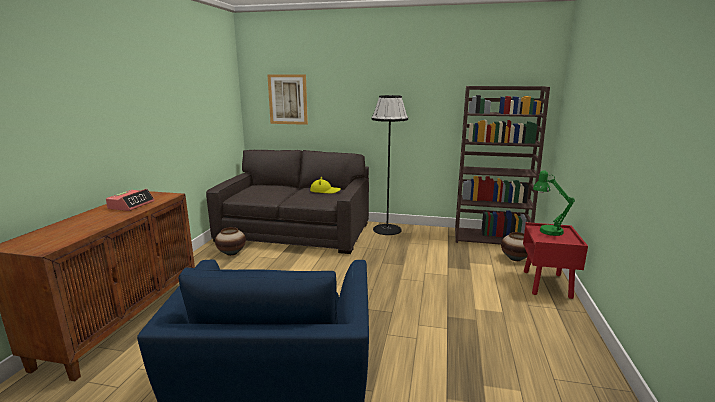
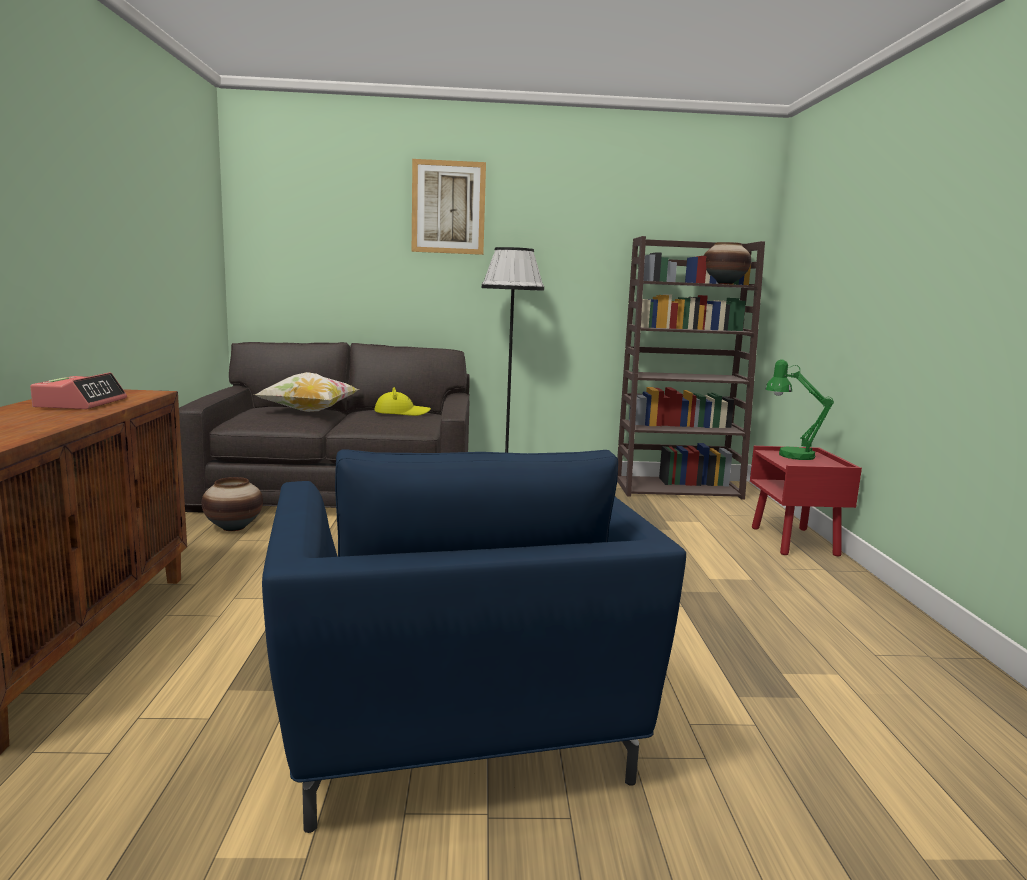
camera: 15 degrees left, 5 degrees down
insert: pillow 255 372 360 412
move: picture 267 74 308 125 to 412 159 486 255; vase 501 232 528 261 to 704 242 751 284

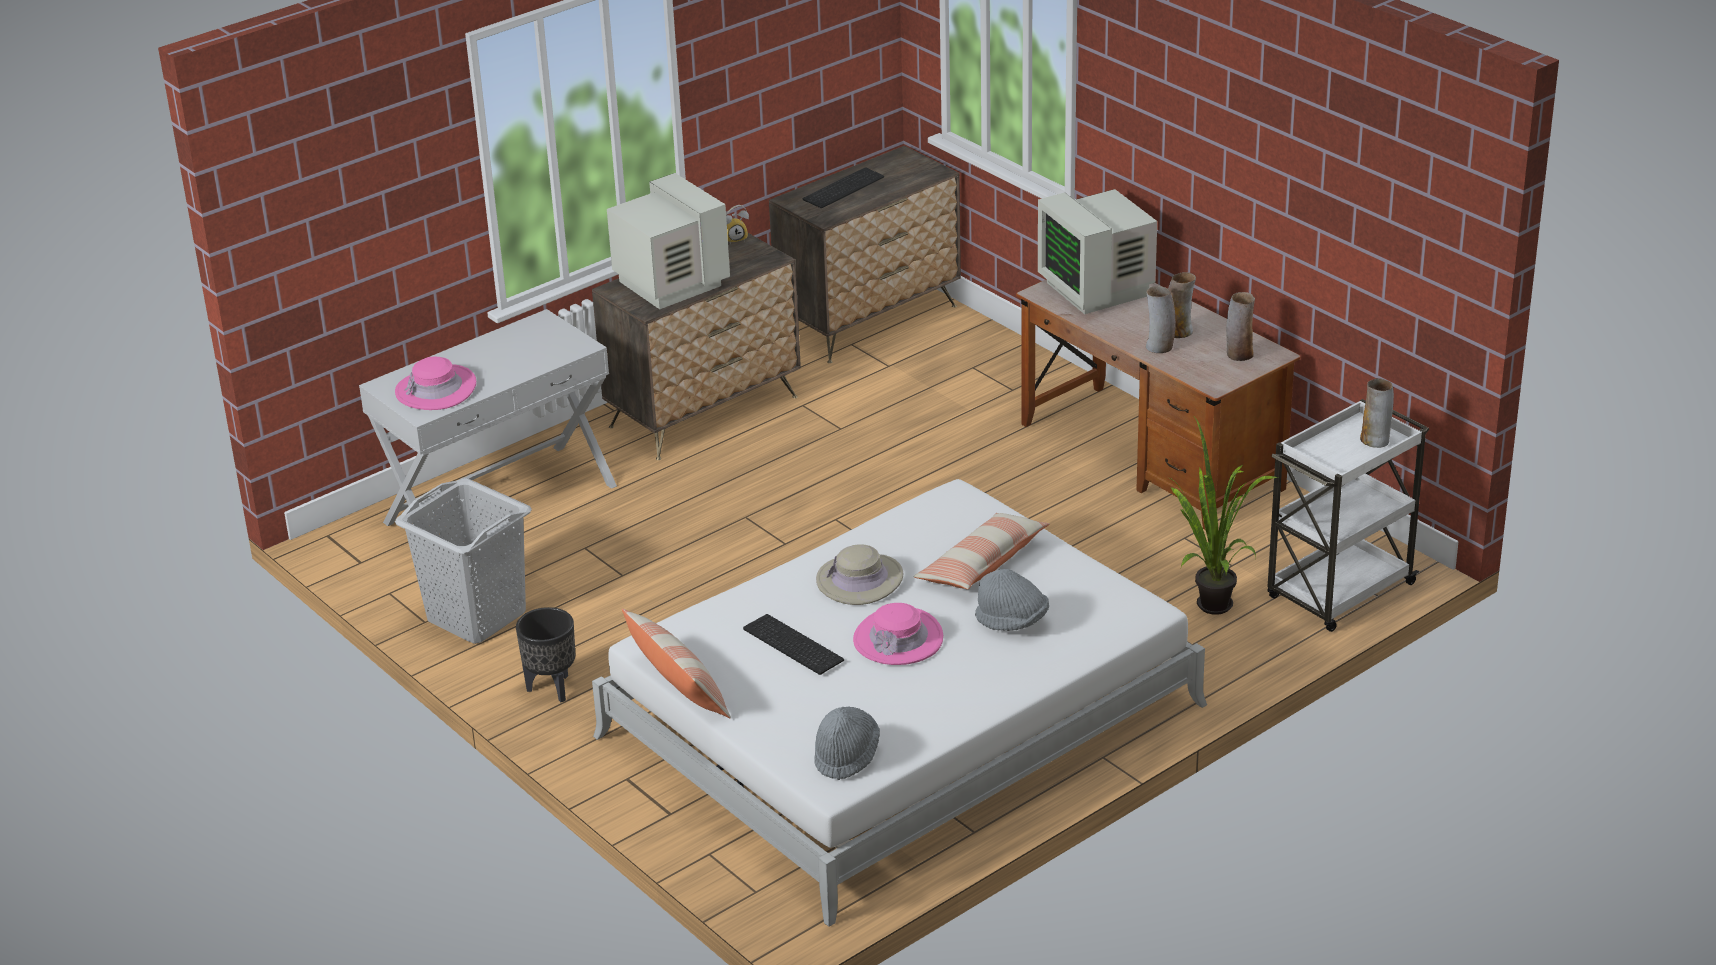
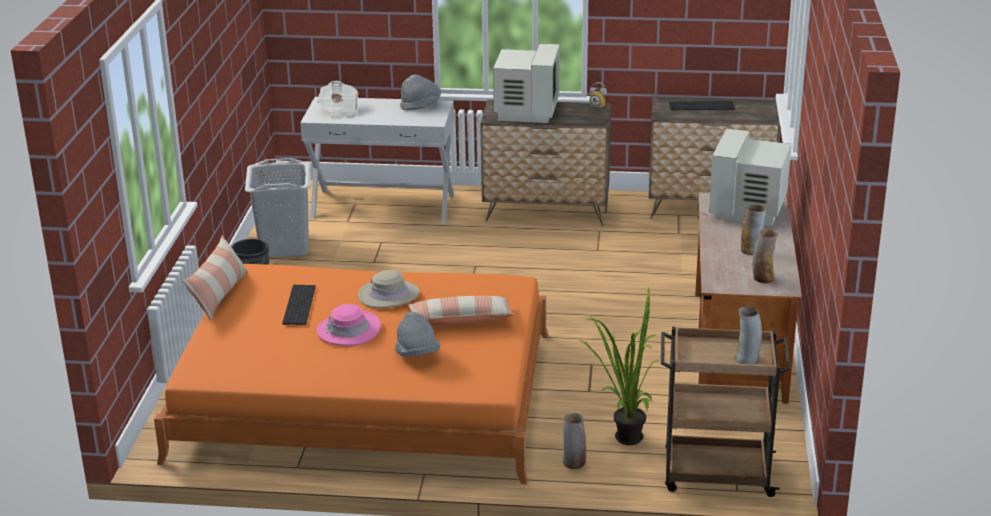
camera: 45 degrees right, 5 degrees down
move: grey hat 814 706 880 780 to 400 74 441 110; vase 1146 286 1176 353 to 563 413 586 469
replace: pink hat 395 356 476 410 to newspaper 318 81 358 120
recolor: white bed 592 479 1207 927 to orange bed 154 264 548 484; white cart 1267 399 1429 632 to brown cart 661 327 791 497

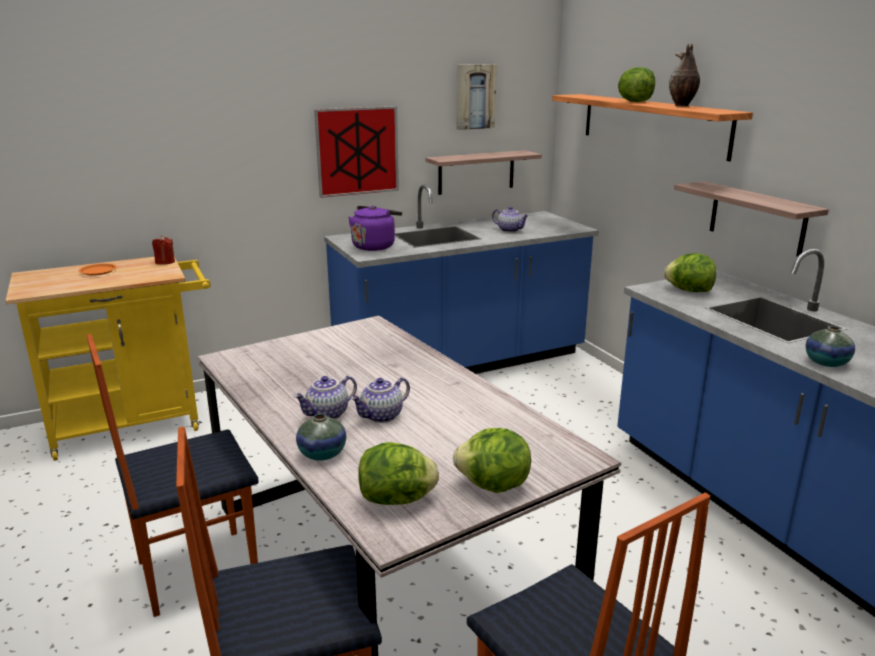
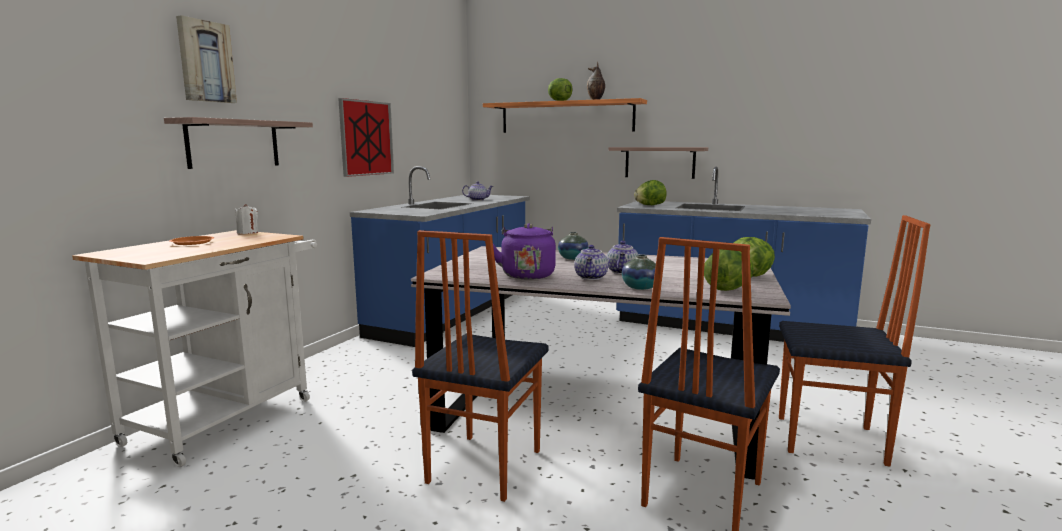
camera: 40 degrees left, 10 degrees down
move: shelf 426 150 542 195 to 164 117 313 169; picture 457 64 496 130 to 176 15 237 103; purple kettle 348 205 402 251 to 493 224 556 280; vase 806 326 855 367 to 558 232 589 260
recolor: yellow cart 5 256 211 461 to white cart 72 230 317 467; red candle 152 235 175 265 to white candle 235 204 258 234

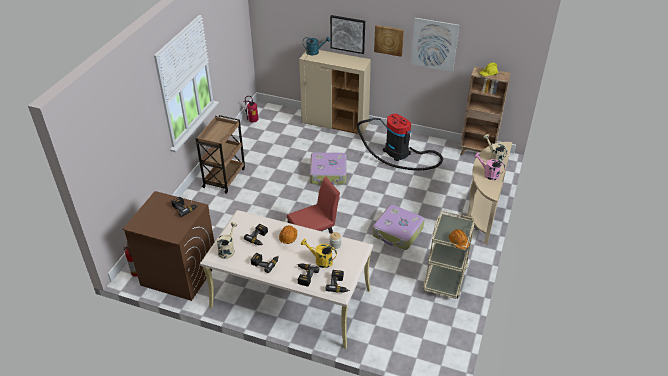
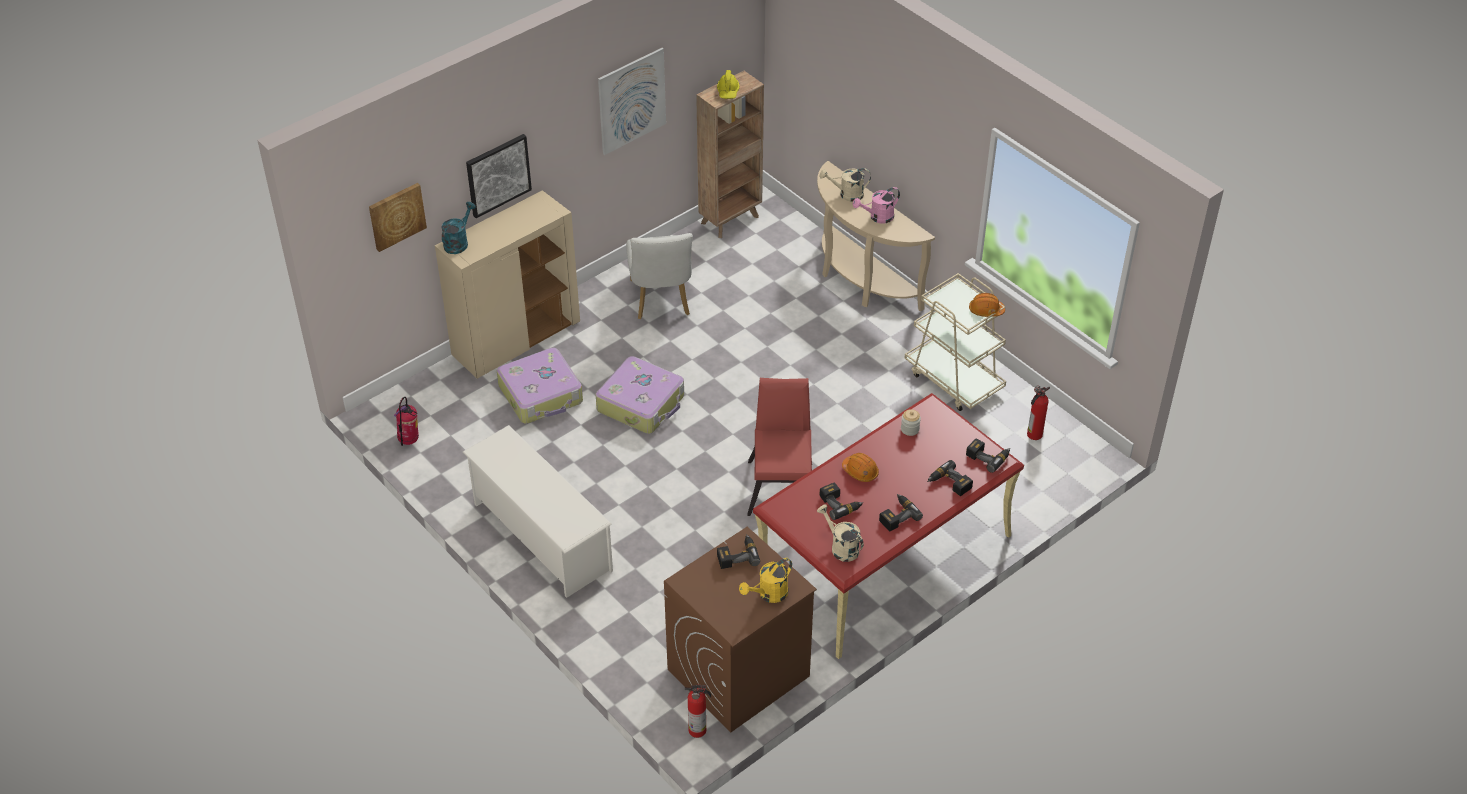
camera: 60 degrees left, 5 degrees up
insert: fire extinguisher 1027 385 1050 440
move: picture 374 25 404 57 to 369 183 427 252; suitcase 372 205 424 250 to 497 348 583 424; yellow watering can 301 239 337 268 to 739 558 792 603
replace: brown cart 196 115 245 194 to white shoe rack 463 425 613 598; vacuum cleaner 357 114 443 171 to white chair 626 233 693 319
recolor: beige desk 200 210 373 349 to red desk 753 393 1024 659

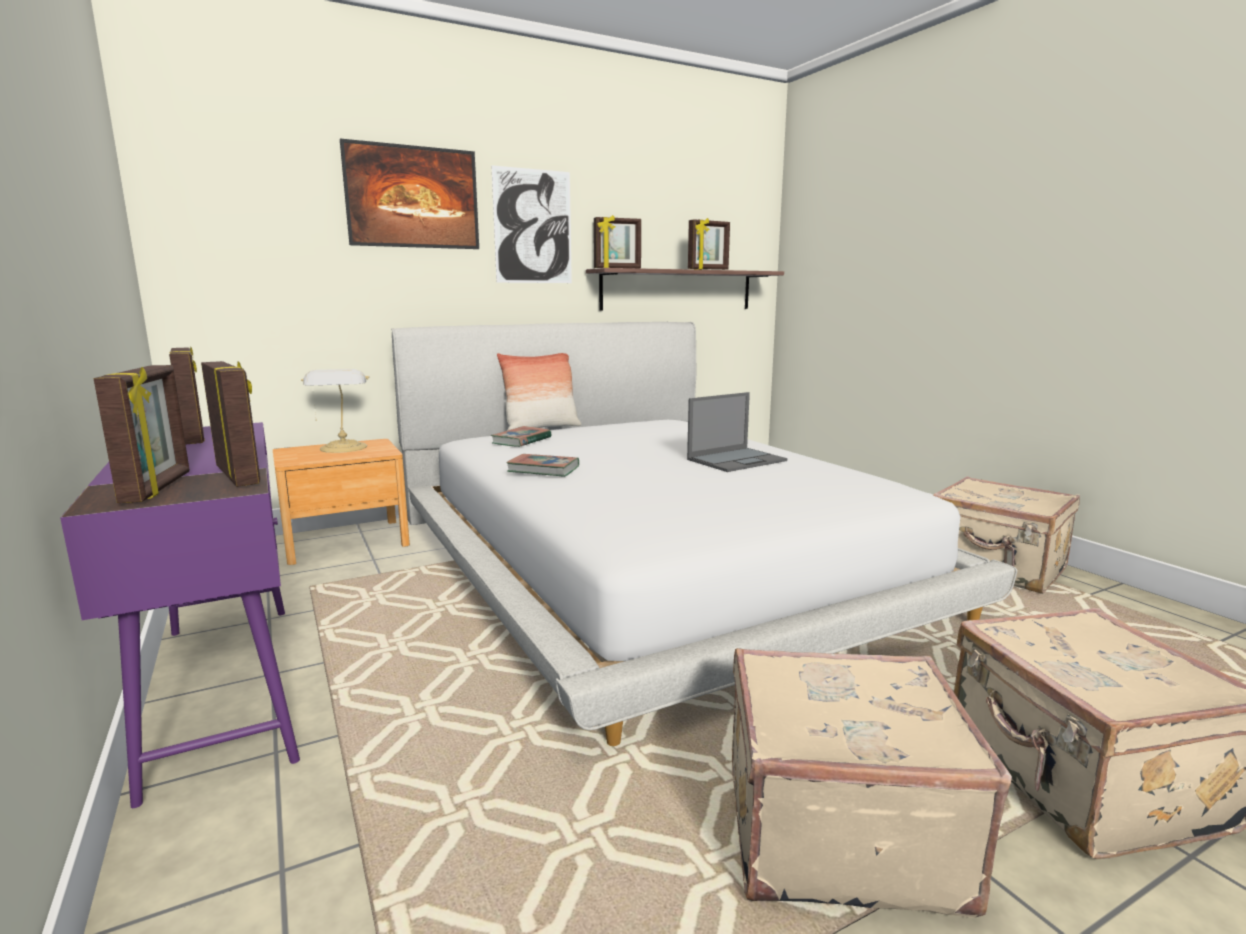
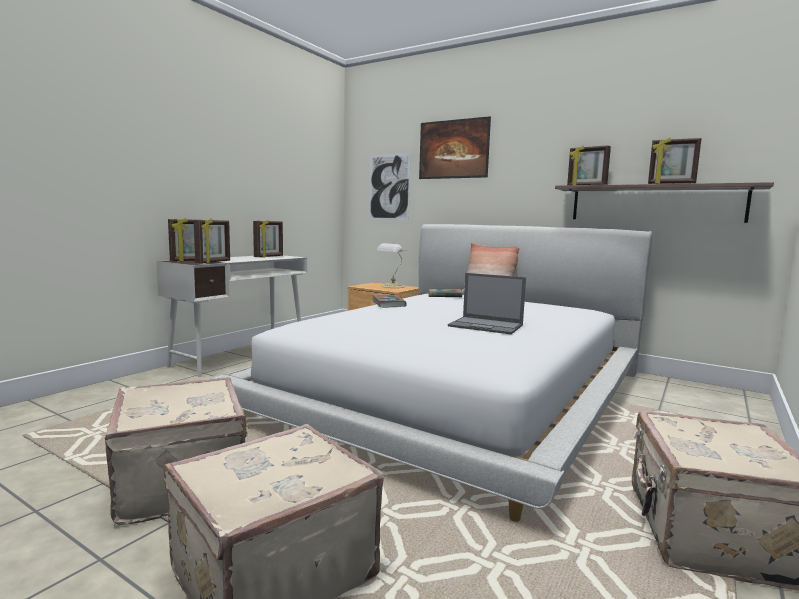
camera: 60 degrees right, 5 degrees down
move: picture 491 165 572 283 to 369 153 411 220
recolor: purple desk 60 422 300 808 to white desk 156 256 307 377

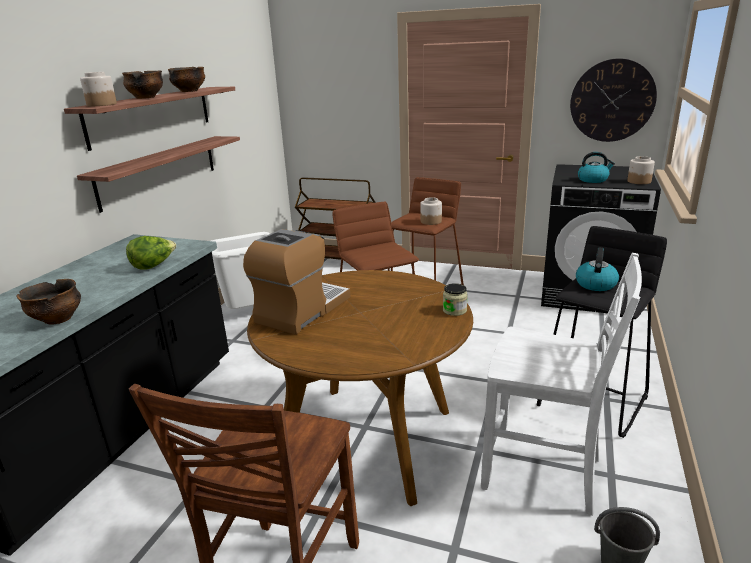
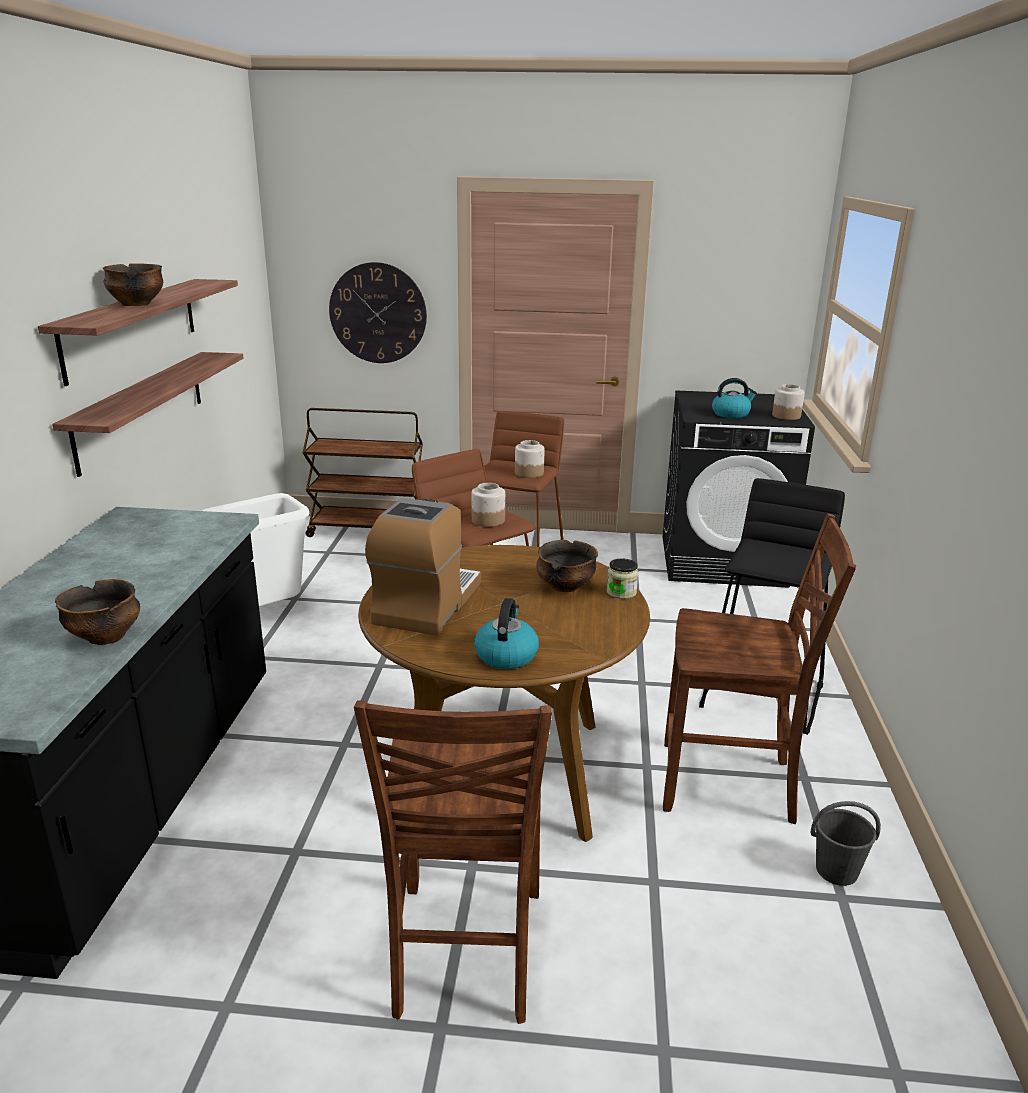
camera: 15 degrees left, 0 degrees up
delete: lettuce 126 236 176 270
move: wall clock 570 58 657 142 to 329 262 427 363; jar 80 72 117 106 to 472 483 505 527; kettle 576 247 619 291 to 474 598 539 669; bowl 168 67 205 92 to 536 540 598 592
recolor: white chair 481 253 642 516 to brown chair 663 514 856 824

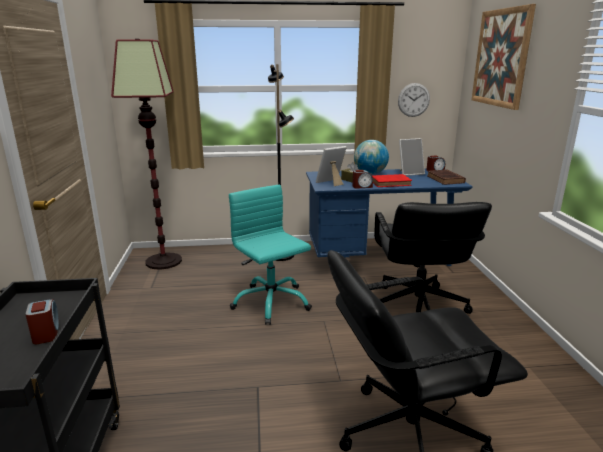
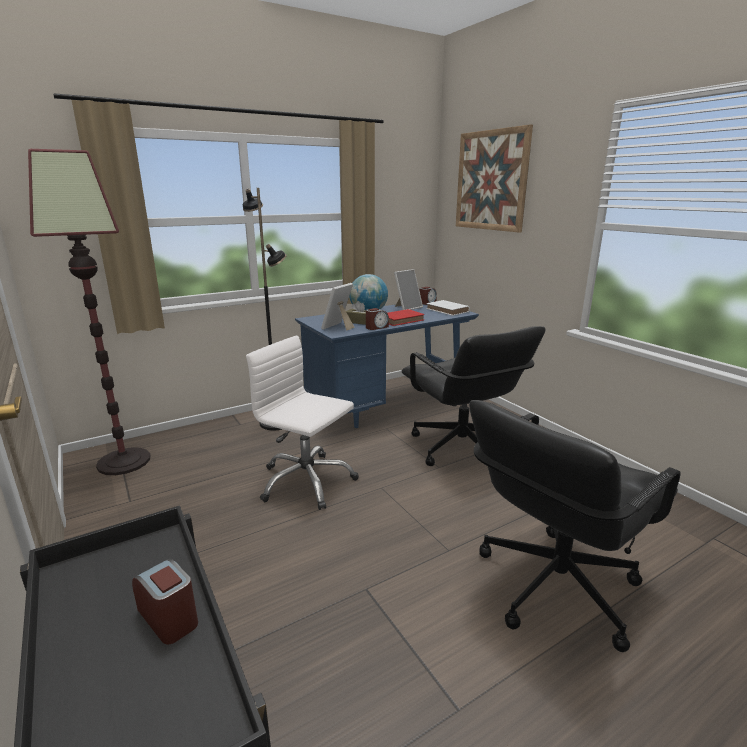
camera: 25 degrees left, 0 degrees up
delete: wall clock 398 83 430 117
recolor: turquoise office chair 229 185 312 325 to white office chair 246 336 359 510; brown book 427 170 466 185 to white book 426 300 470 316

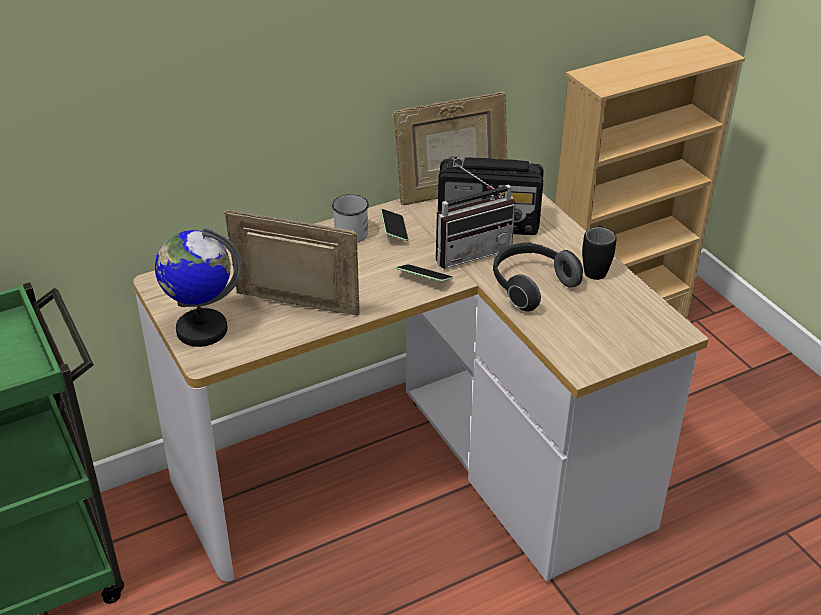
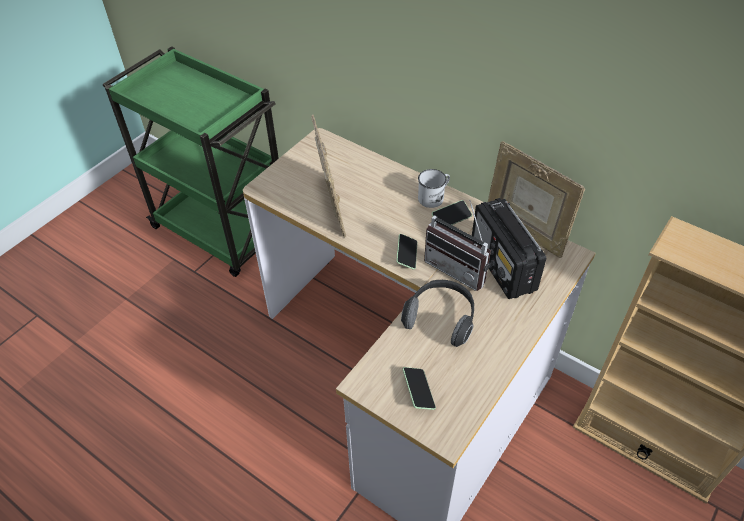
camera: 65 degrees right, 10 degrees up
delete: globe 155 228 242 347; black mug 582 225 617 280
insert: phone 403 367 436 410

